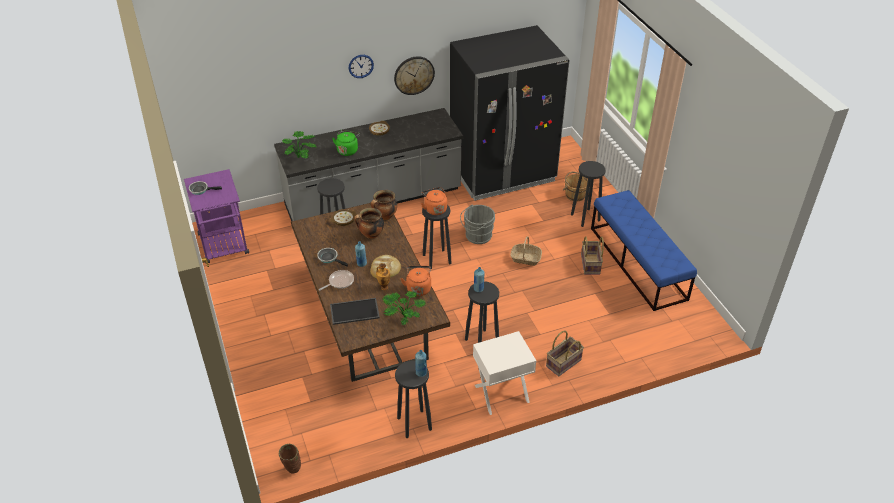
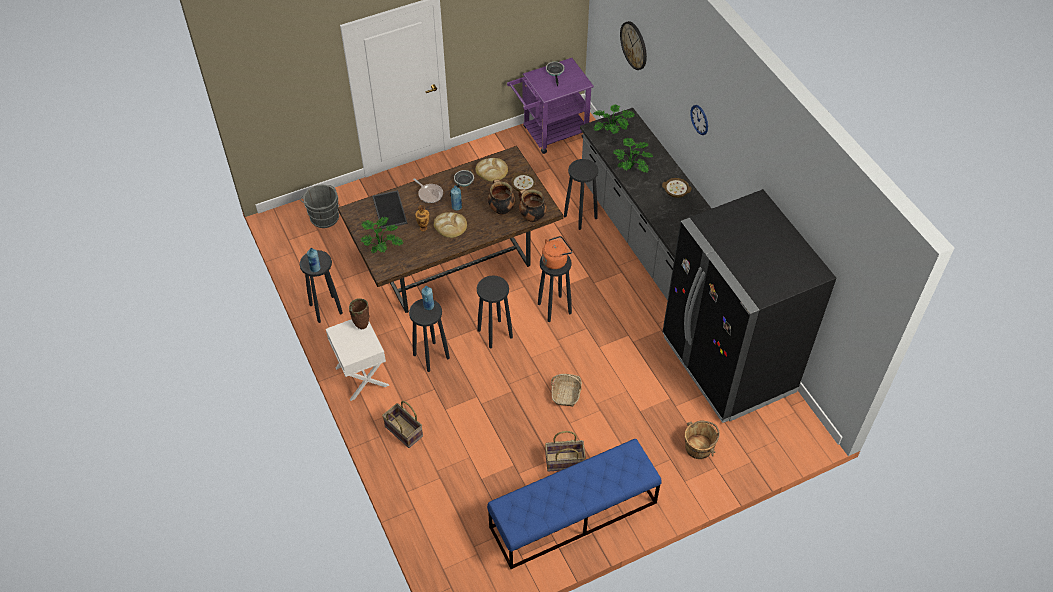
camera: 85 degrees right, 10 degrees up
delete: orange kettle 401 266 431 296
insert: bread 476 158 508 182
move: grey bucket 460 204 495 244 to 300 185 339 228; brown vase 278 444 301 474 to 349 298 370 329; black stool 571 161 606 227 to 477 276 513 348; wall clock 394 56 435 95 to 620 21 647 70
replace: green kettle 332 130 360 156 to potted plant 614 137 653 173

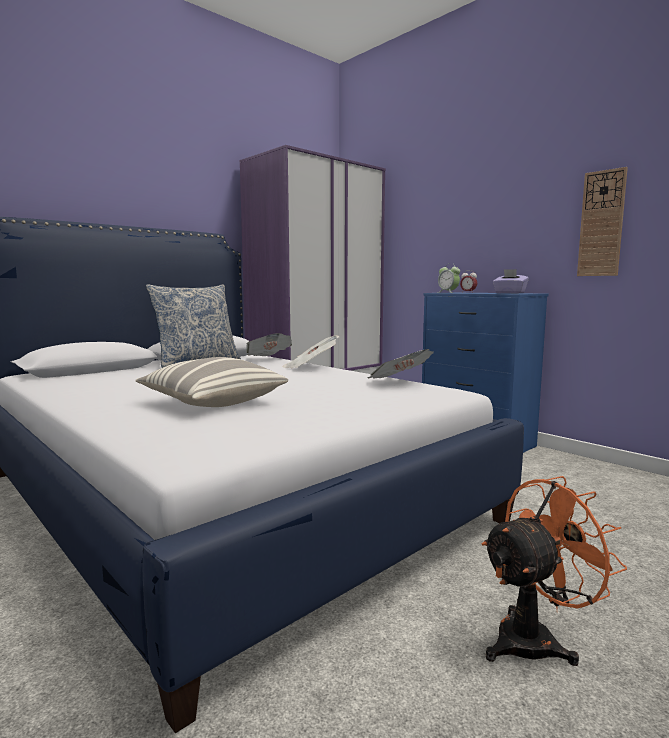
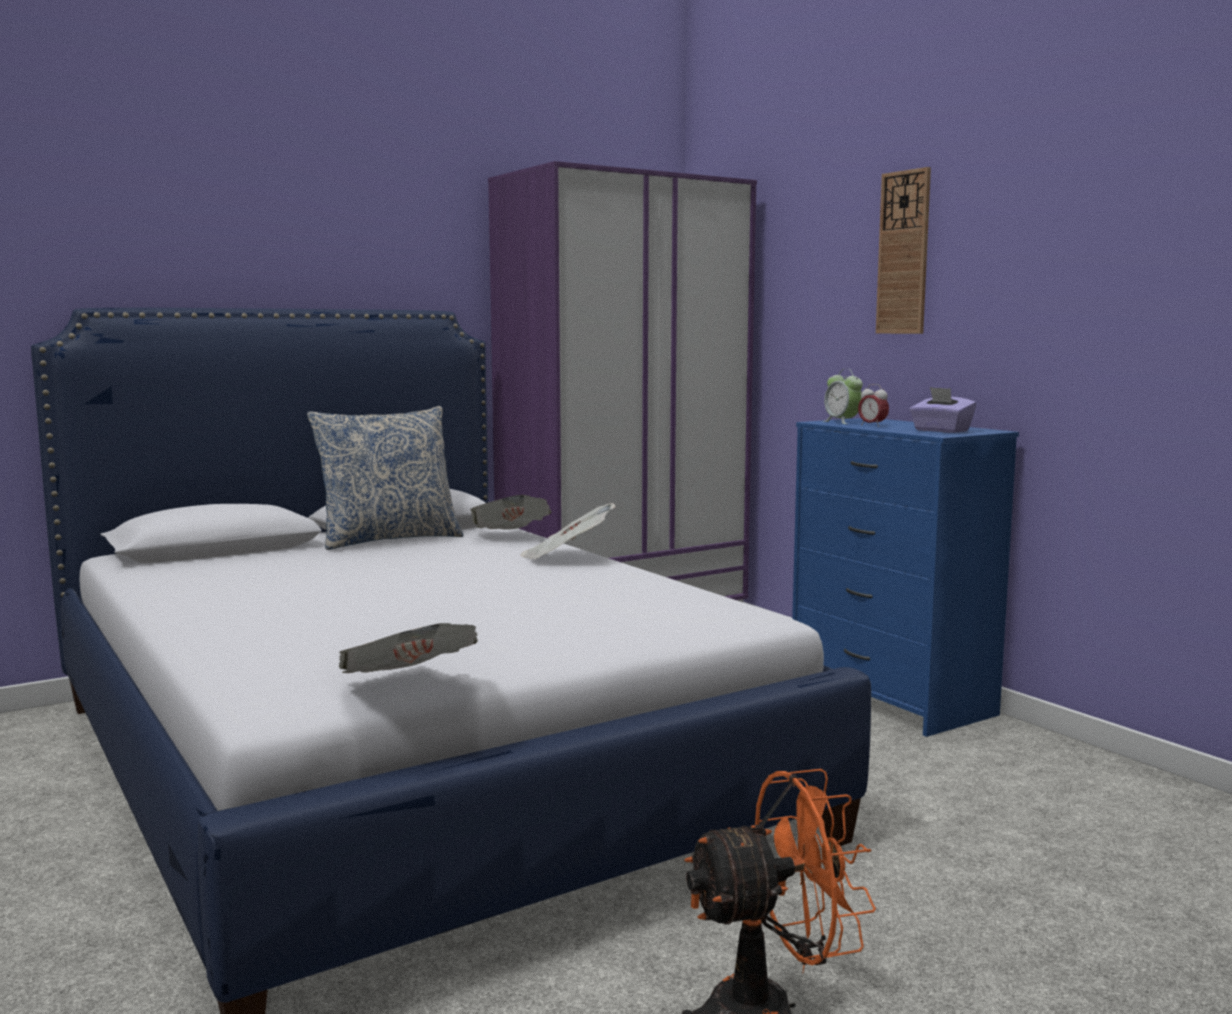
camera: 10 degrees right, 0 degrees up
delete: pillow 135 357 288 407
move: newspaper 368 349 434 379 to 339 623 478 673; wall clock 577 167 628 276 to 876 167 931 334

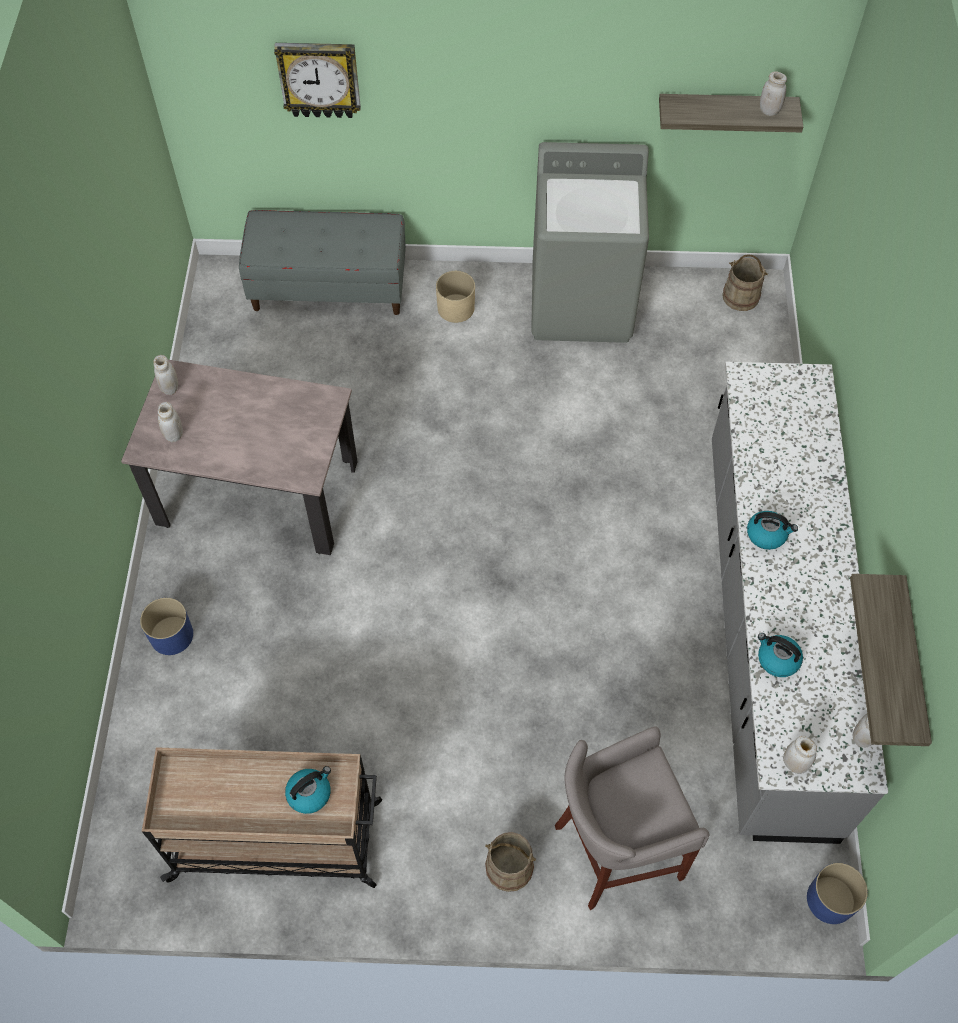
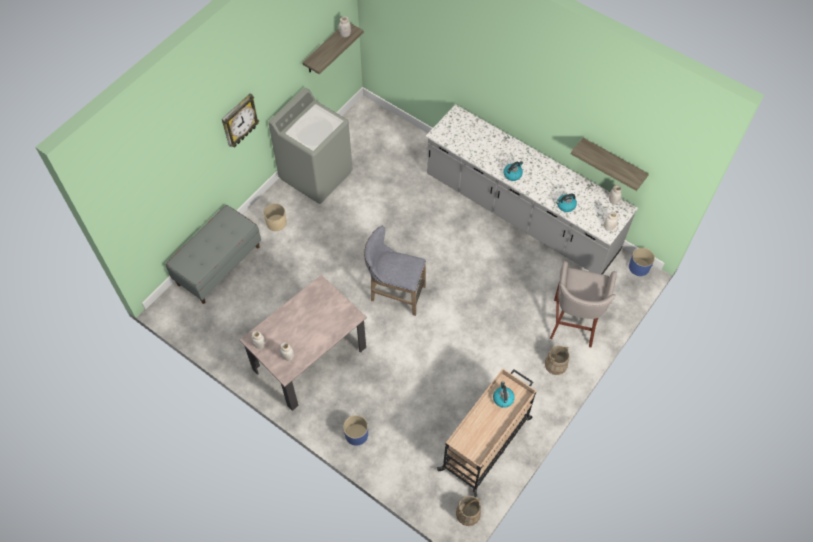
camera: 55 degrees left, 0 degrees up
insert: grey stool 364 226 426 316
move: wall clock 274 43 361 118 to 222 93 259 148; beige bucket 722 254 768 311 to 456 496 481 526

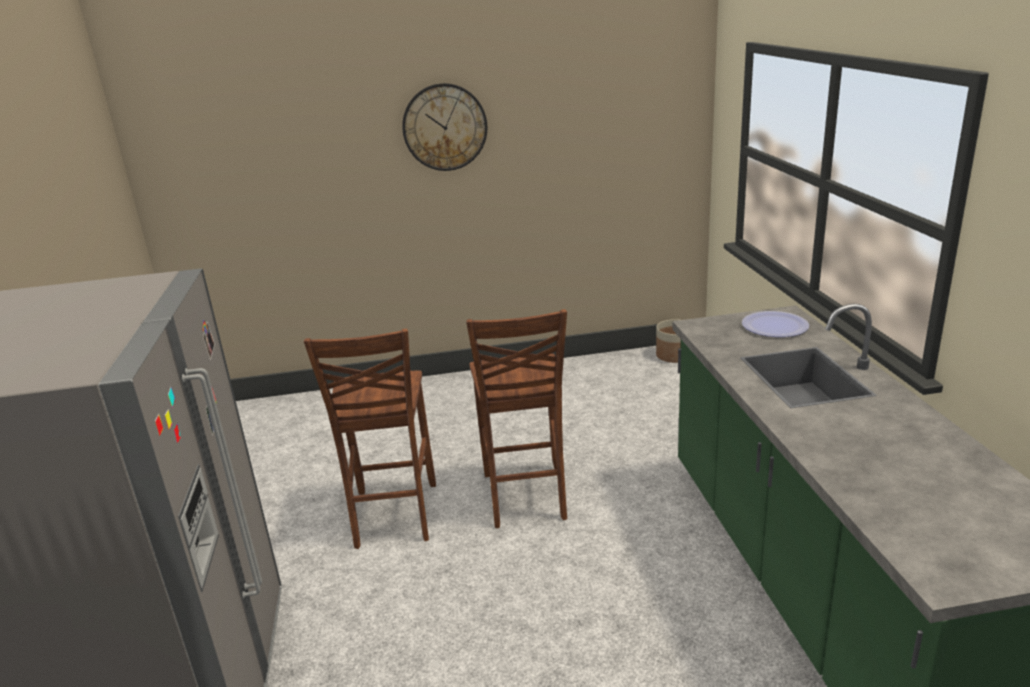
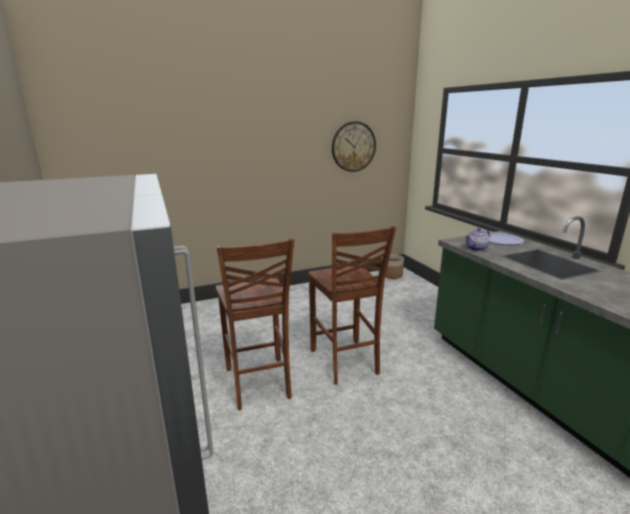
camera: 15 degrees left, 5 degrees down
insert: teapot 465 228 490 251
move: wall clock 402 83 487 171 to 332 122 376 172

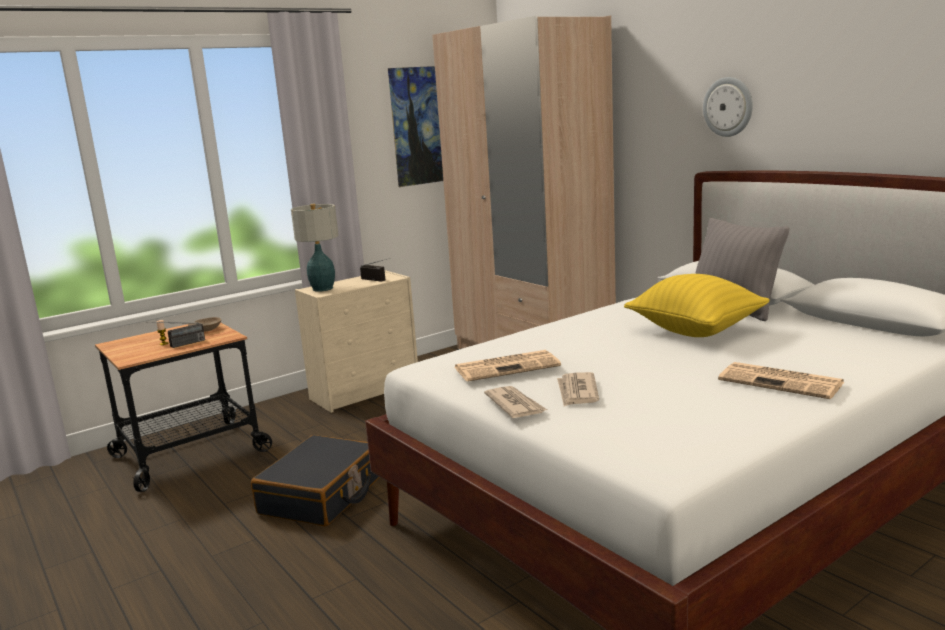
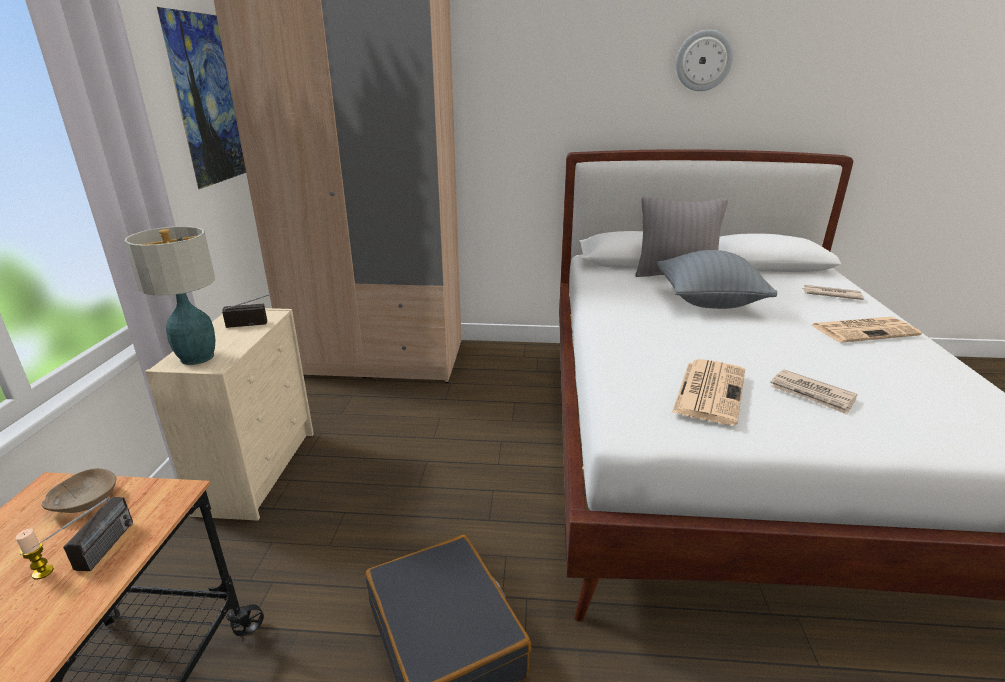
camera: 50 degrees left, 10 degrees up
move: wall clock 703 77 753 137 to 676 30 733 91; newspaper 484 386 547 418 to 803 285 864 300
recolor: yellow pillow 624 274 770 337 to grey pillow 657 250 777 309

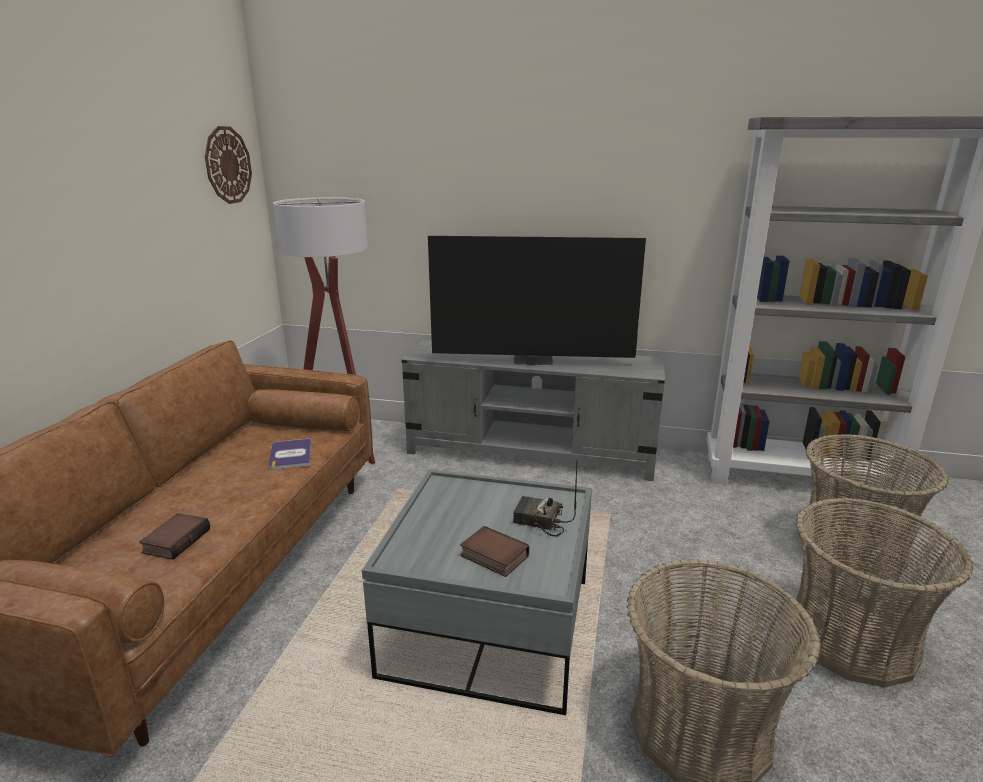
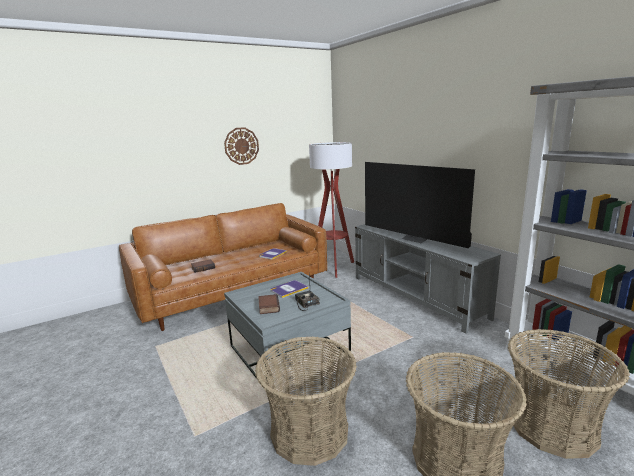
camera: 45 degrees right, 5 degrees down
insert: book 270 280 308 298
move: wall clock 205 126 252 204 to 224 127 259 165

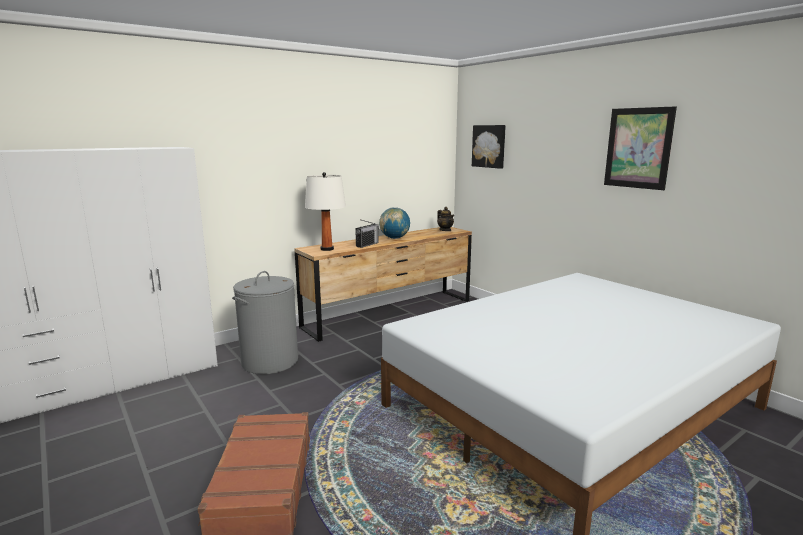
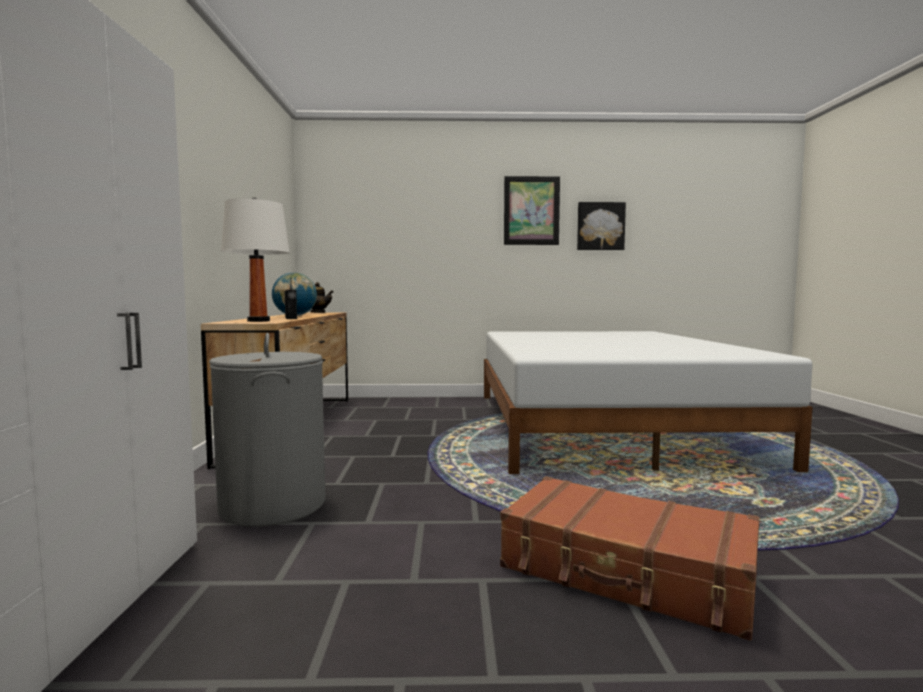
camera: 55 degrees left, 10 degrees down
move: picture 472 125 506 169 to 577 202 626 250

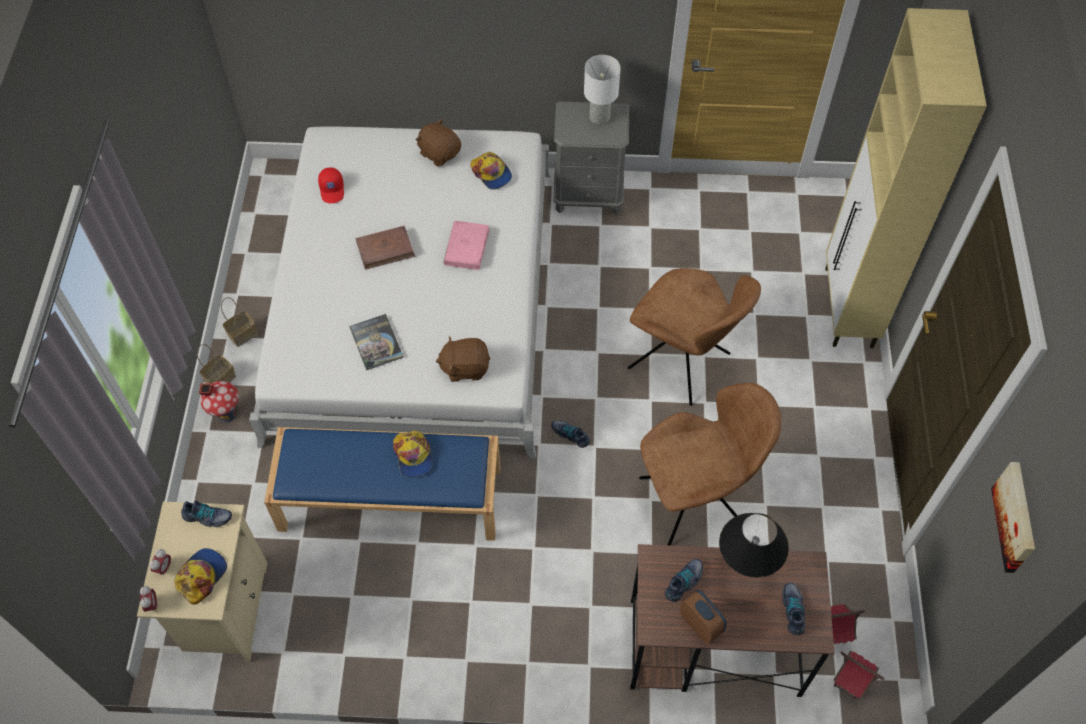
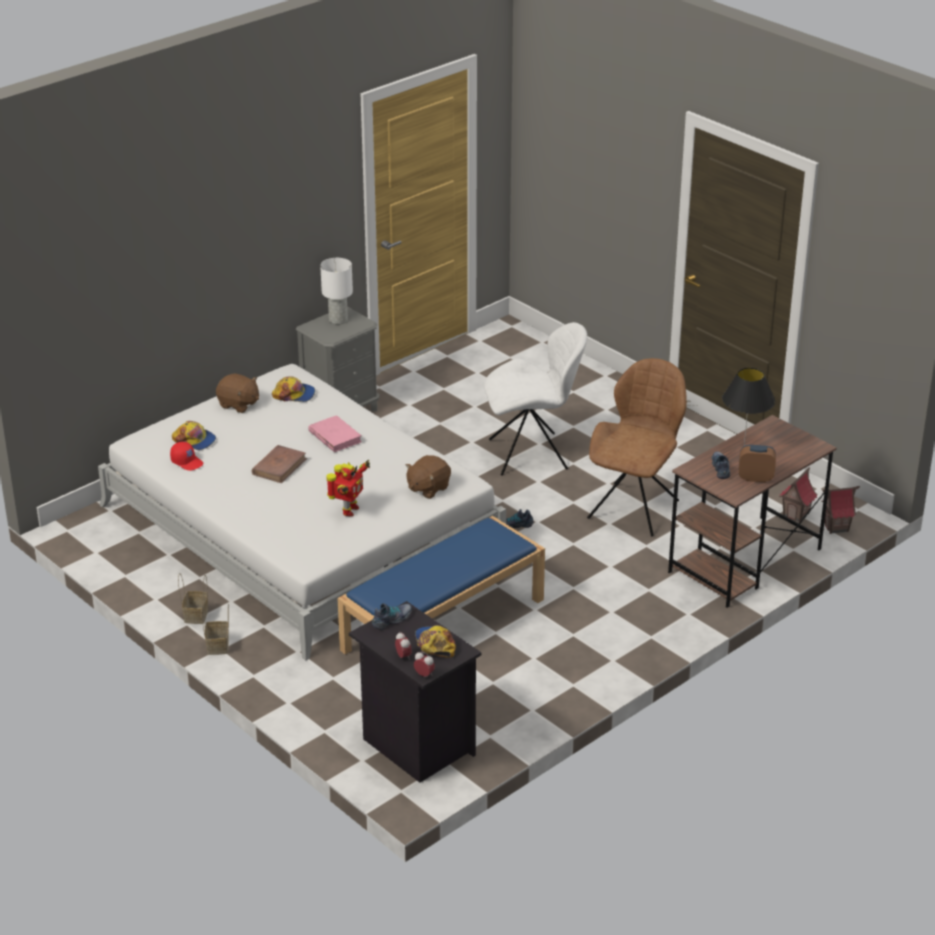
camera: 45 degrees left, 25 degrees down
delete: toy house 199 381 239 423; shoe 782 583 805 635; beige cabinet 825 8 987 348; picture 991 462 1035 573
move: cap 393 431 432 478 to 172 421 216 450
replace: book 349 314 404 370 to toy robot 326 460 370 516
recolor: beige nightstand 137 502 267 662 to black nightstand 349 601 481 783; brown chair 628 268 761 406 to white chair 484 322 587 476
rotate: brown plush toy 416 119 461 167 = 216 373 259 413 150 degrees counterclockwise

